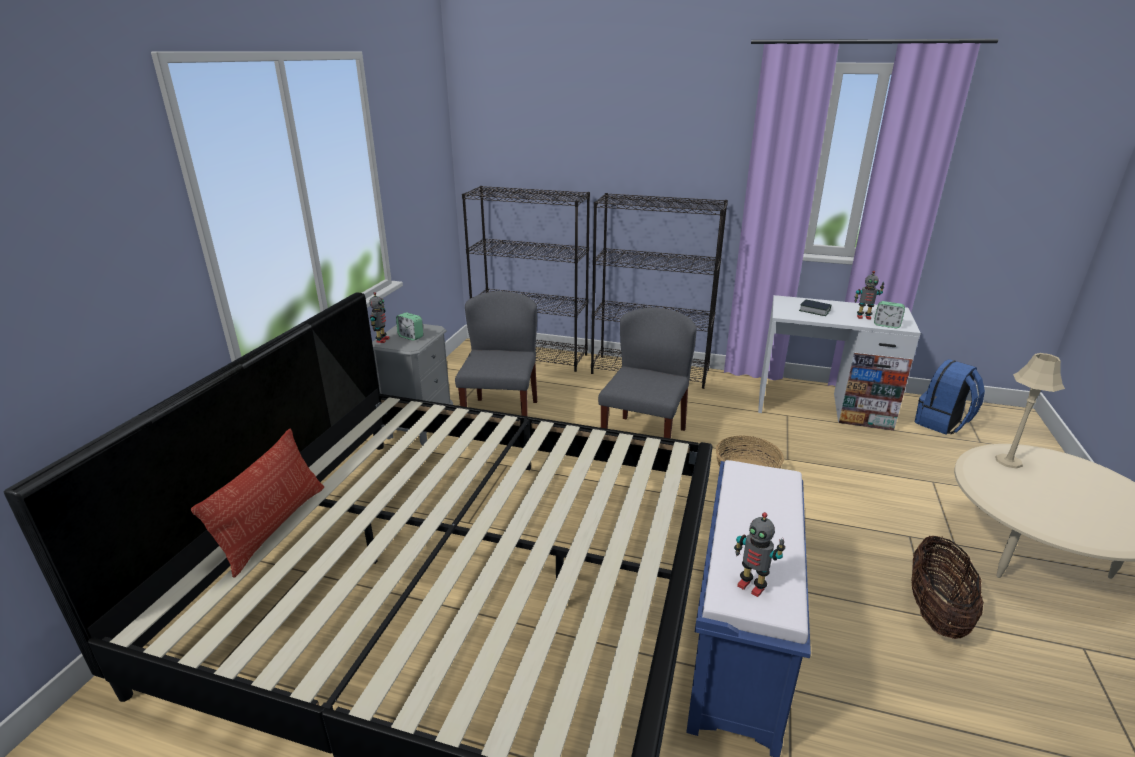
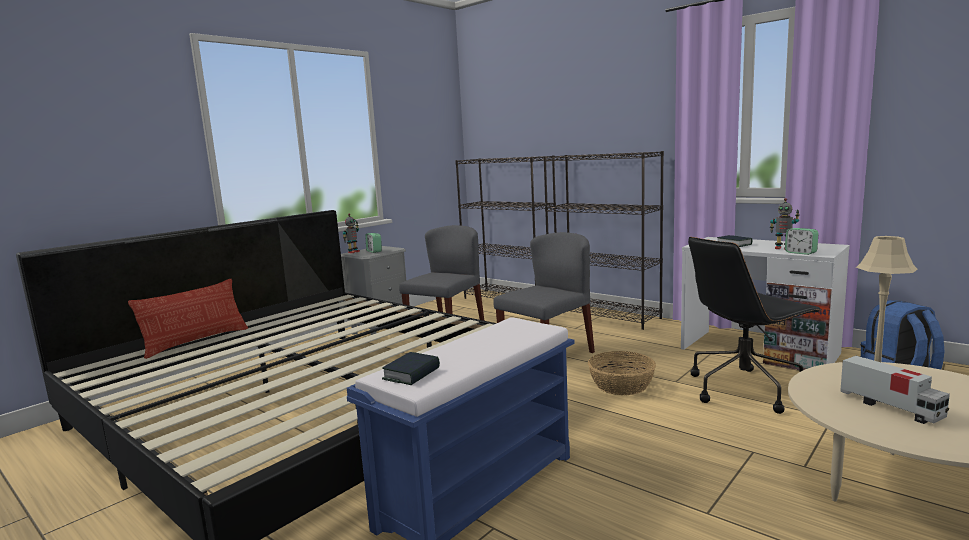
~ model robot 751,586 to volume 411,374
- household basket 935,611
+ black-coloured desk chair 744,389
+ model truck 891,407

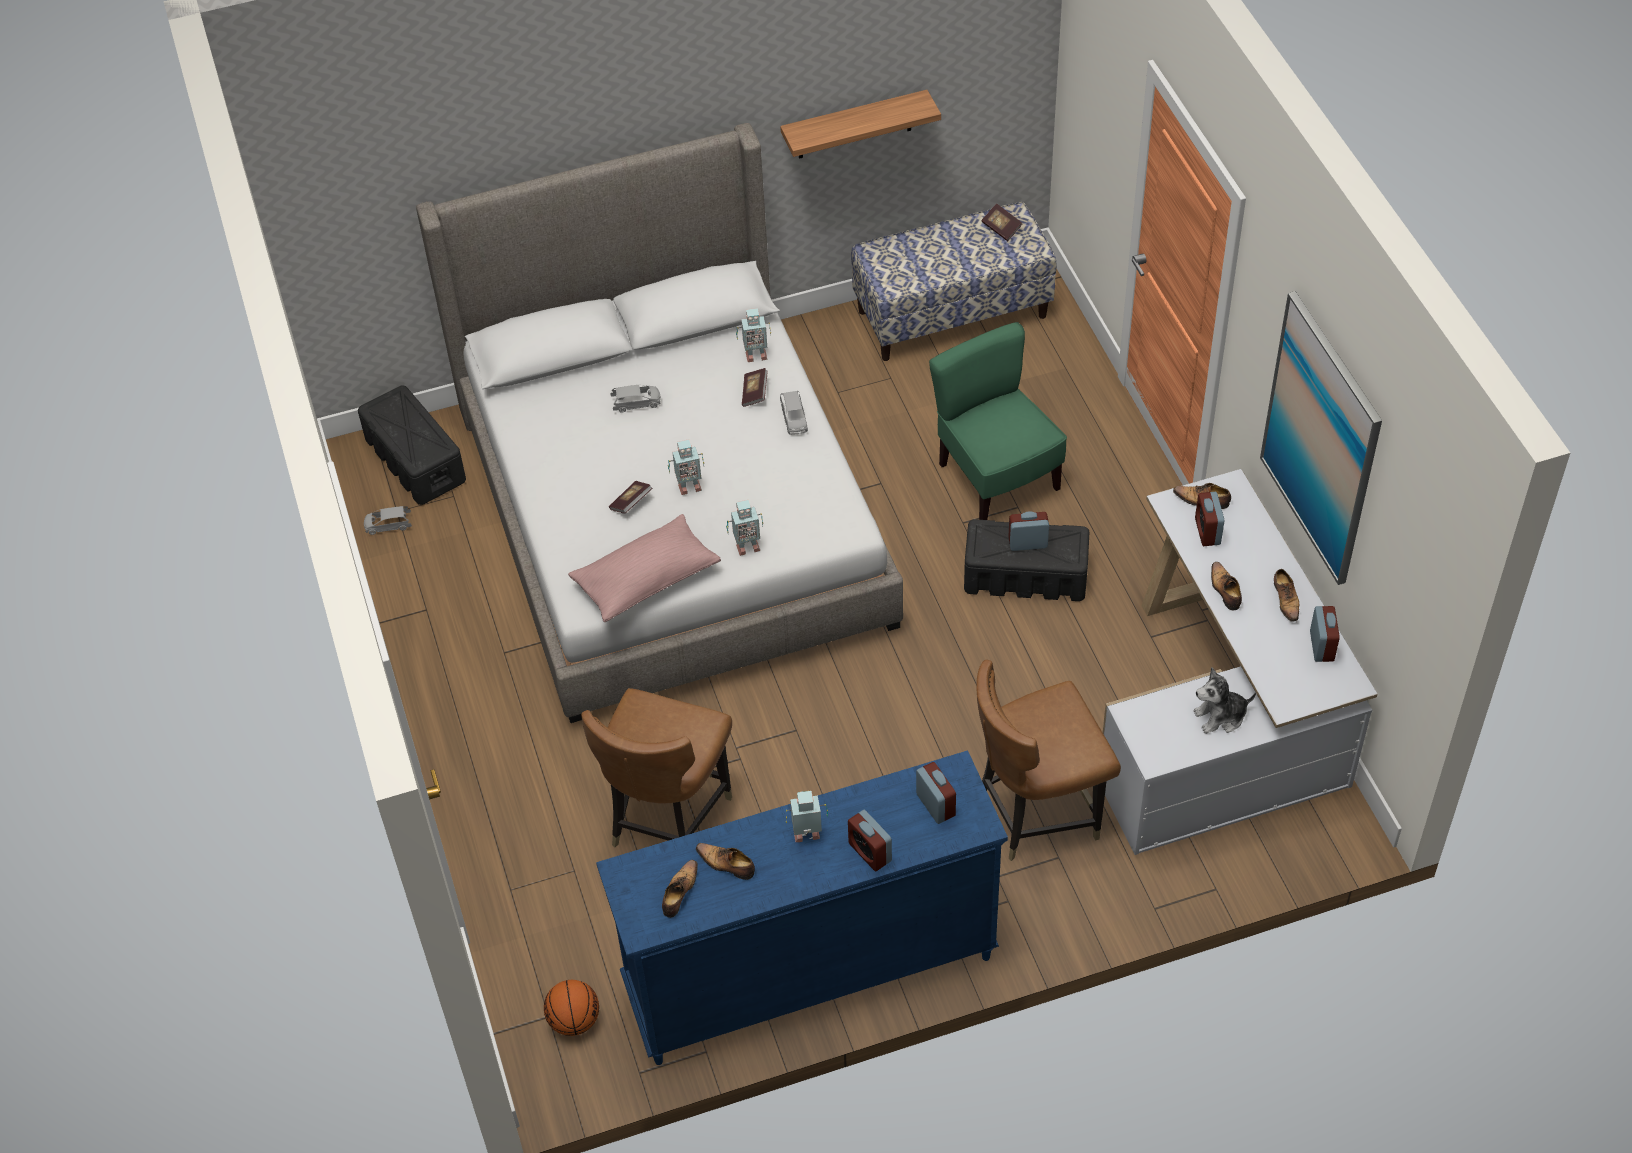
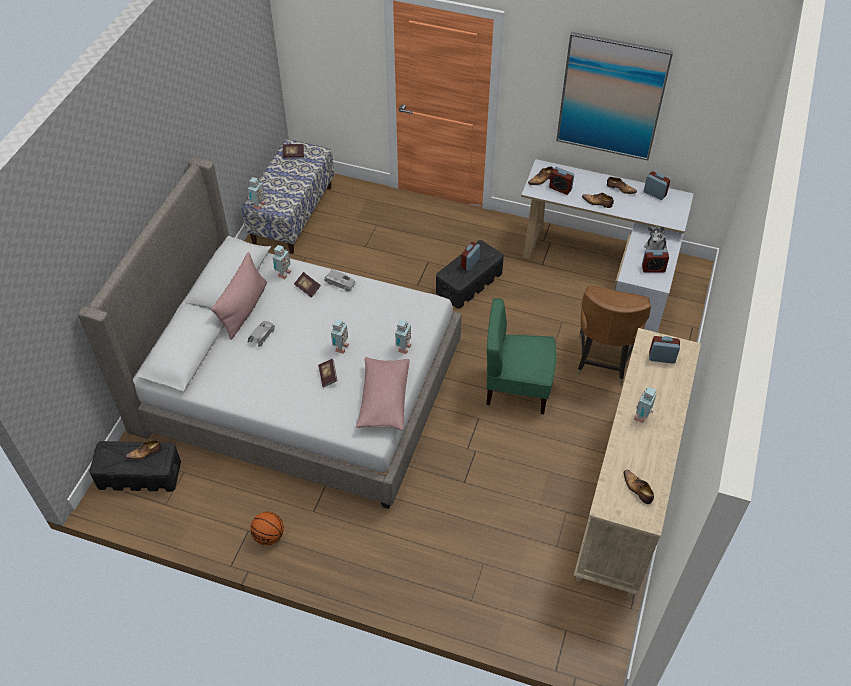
- grey model car 388,525
~ ball for basketball 574,1020 to 269,536
- brownish chair 667,818
~ bluish drawer chest 809,973 to beige-coloured drawer chest 625,500
~ item of footwear 726,864 to 145,453
- wall shelf 854,125
~ alarm clock 870,852 to 653,269
~ greenish chair 996,478 to 516,388
+ pink-coloured throw pillow 244,309
+ model robot 258,205

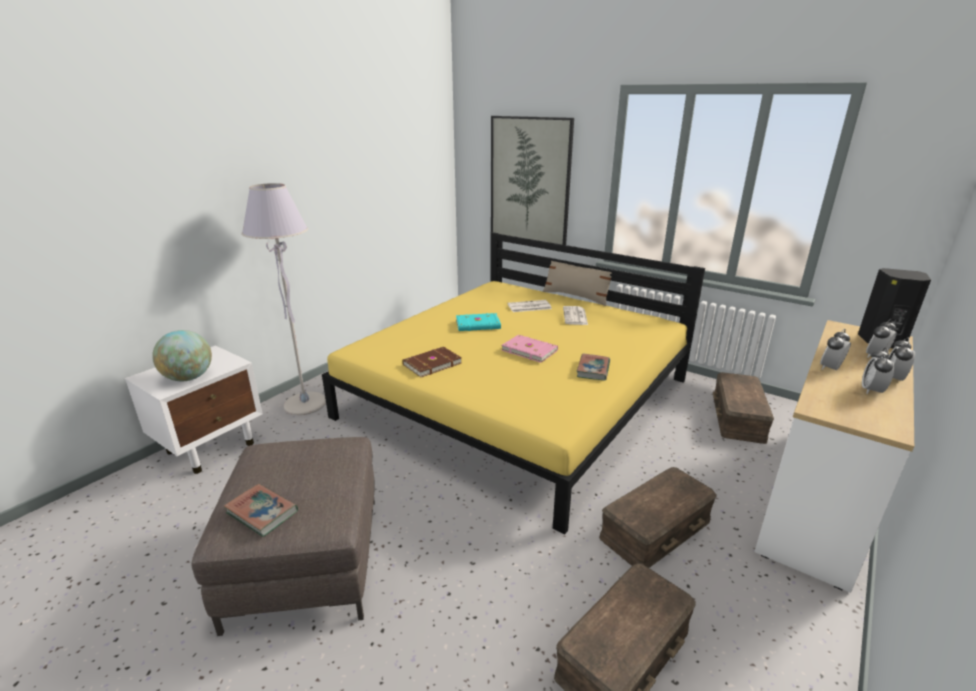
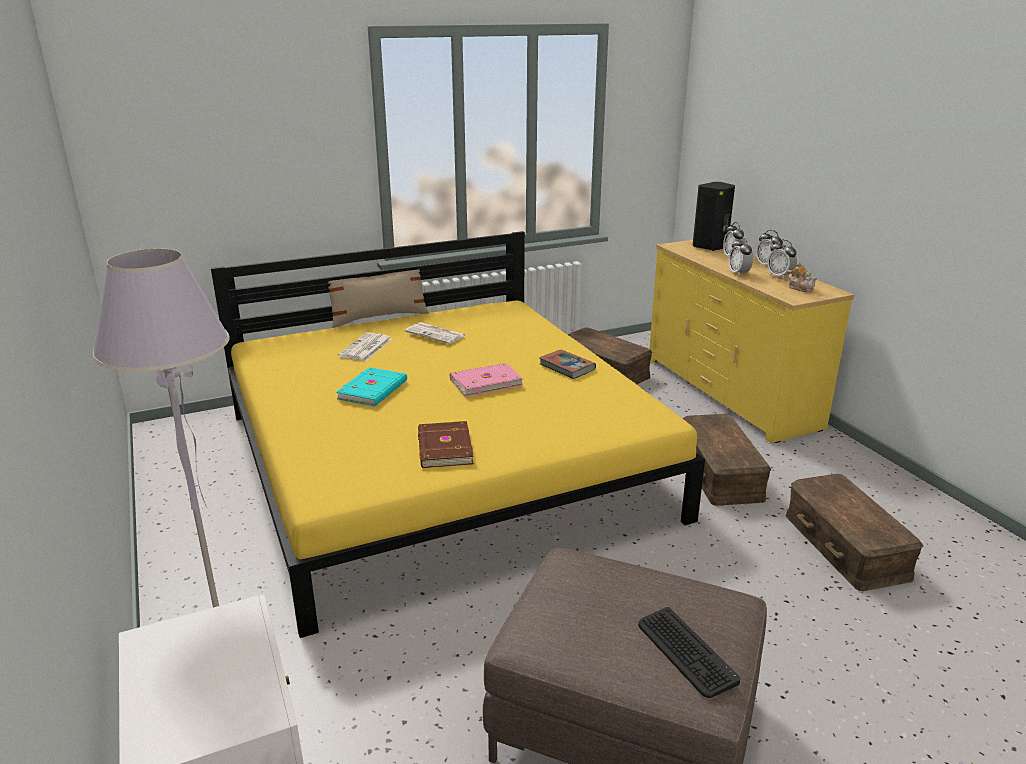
- desk globe 189,378
~ volume 262,512 to PC keyboard 685,652
- picture 529,181
~ whitish drawer chest 817,499 to yellow-coloured drawer chest 730,392
+ tea pot 800,288

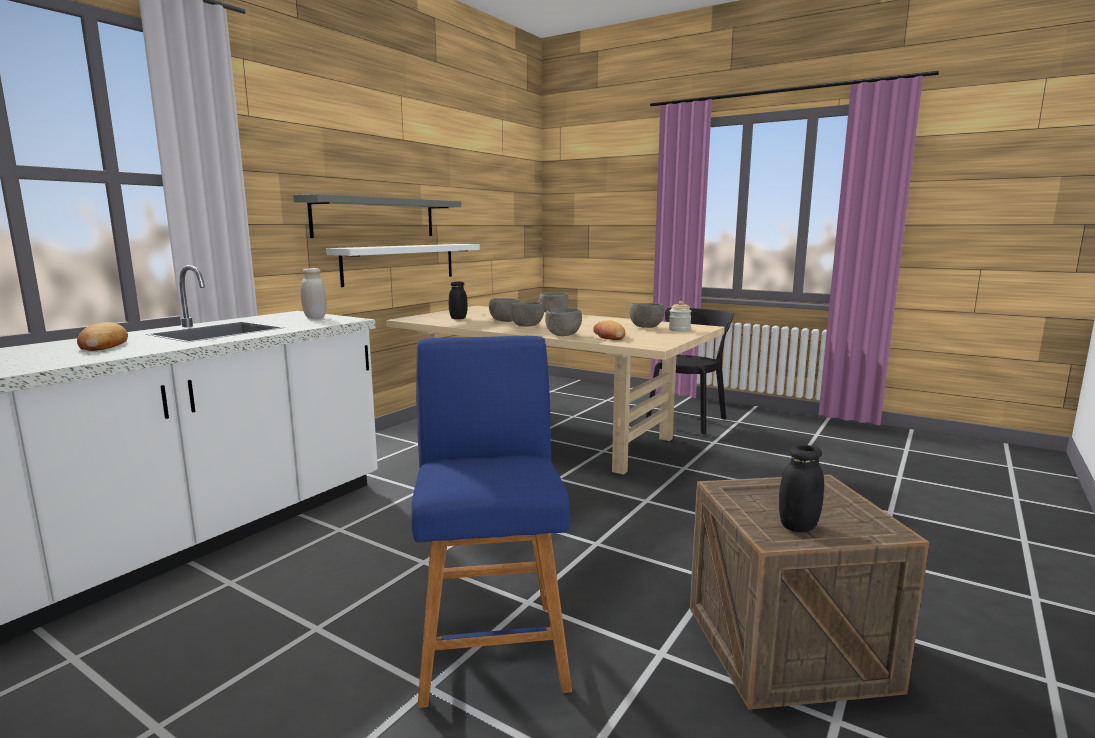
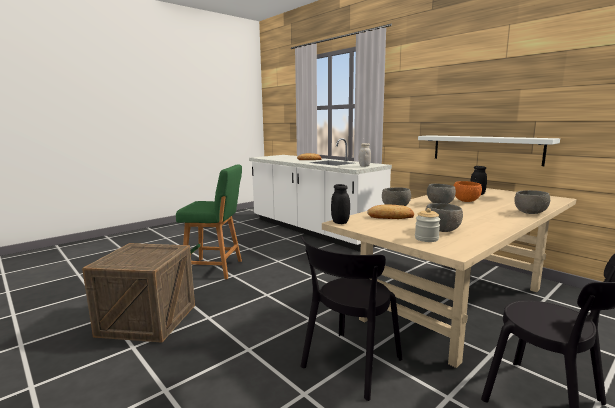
- grey wall shelf 375,218
~ bluish stool seat 491,644 to greenish stool seat 216,268
~ grey deep dish 505,321 to orange-coloured deep dish 466,201
~ black-coloured storage jar 798,526 to 340,222
+ black-coloured chair 349,365

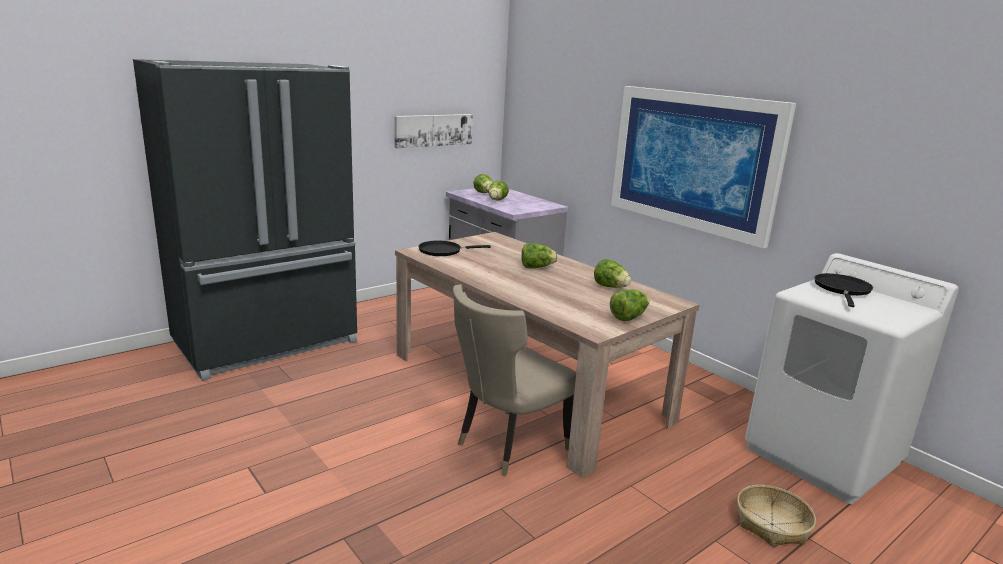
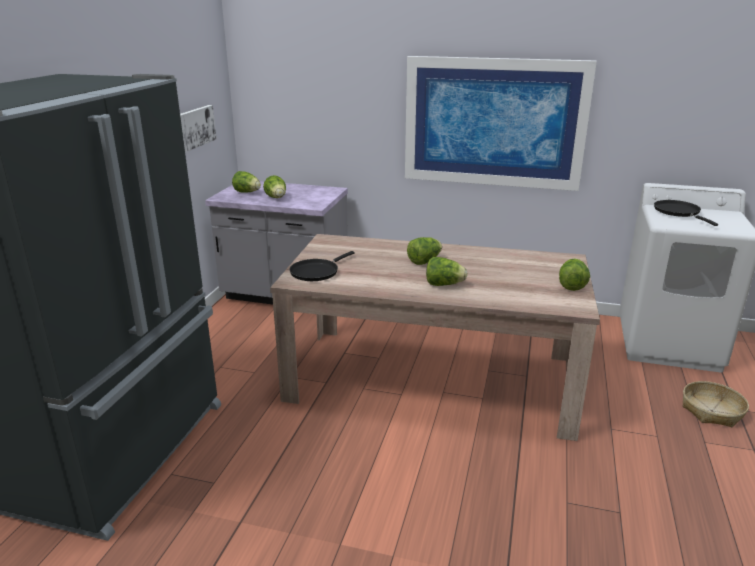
- beige-coloured chair 507,445
~ head of lettuce 611,287 to 444,284

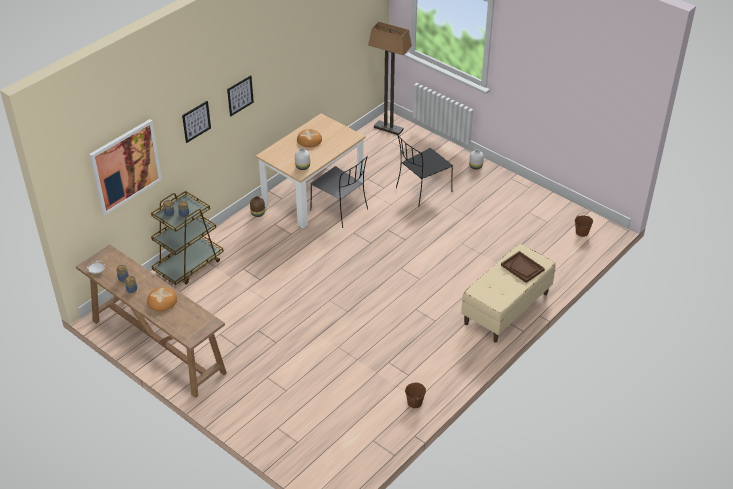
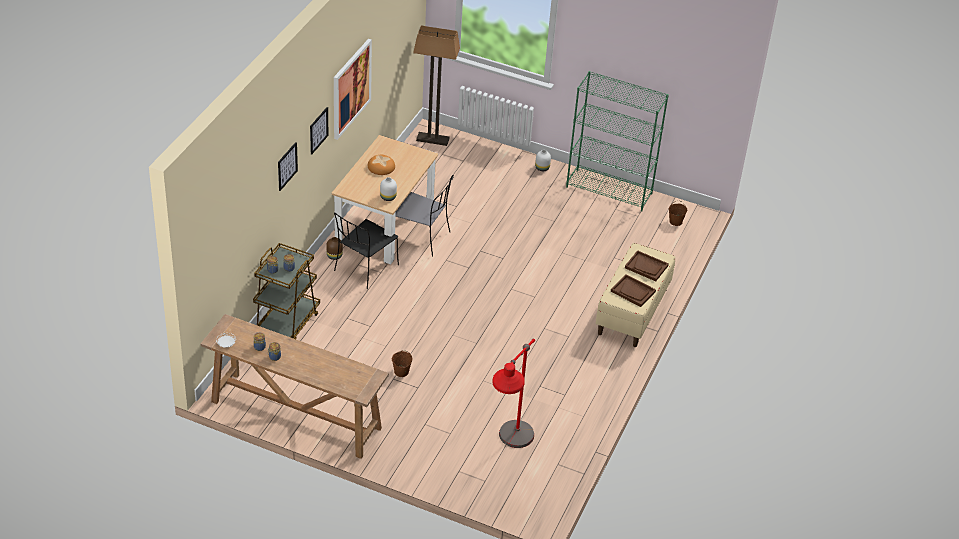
~ picture 125,166 to 351,88
- bread 162,300
~ black-coloured chair 422,190 to 365,268
~ brownish bucket 414,402 to 401,372
+ red-coloured standard lamp 509,452
+ greenish bookshelf 609,190
+ brownish tray 633,291

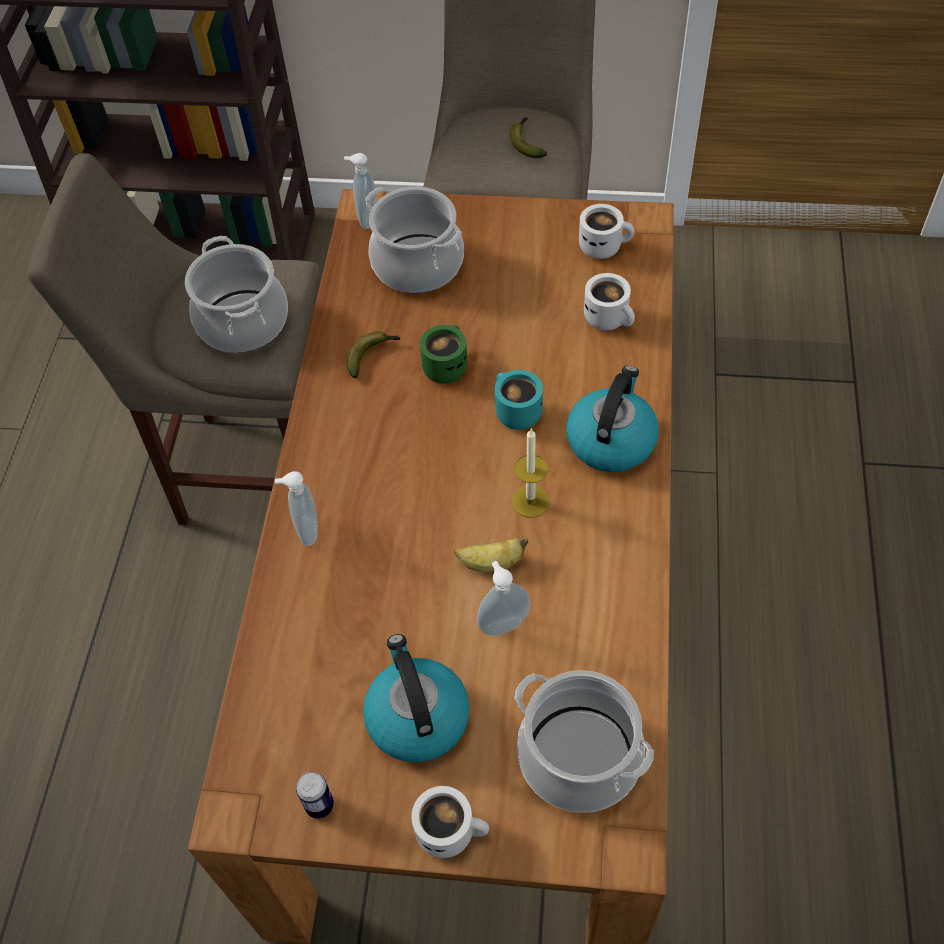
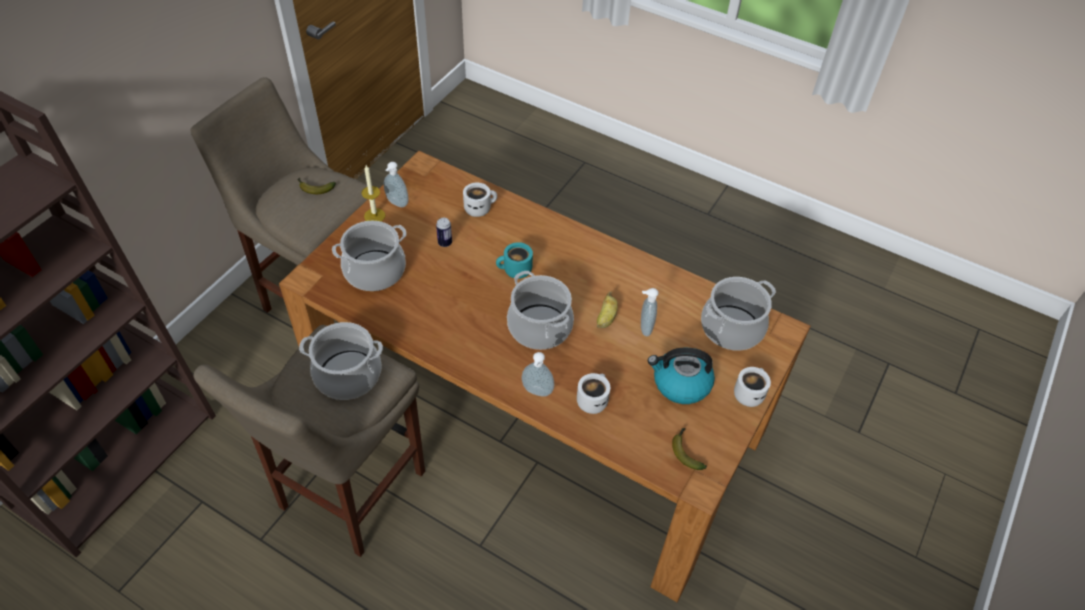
~ can 319,805 to 445,243
~ soap dispenser 366,219 to 396,204
~ banana 372,355 to 686,451
- greenish coffee mug 445,365
~ wax candle 530,501 to 374,216
- tea kettle 611,440
~ whitish coffee mug 603,245 to 592,399
+ saucepot 539,327

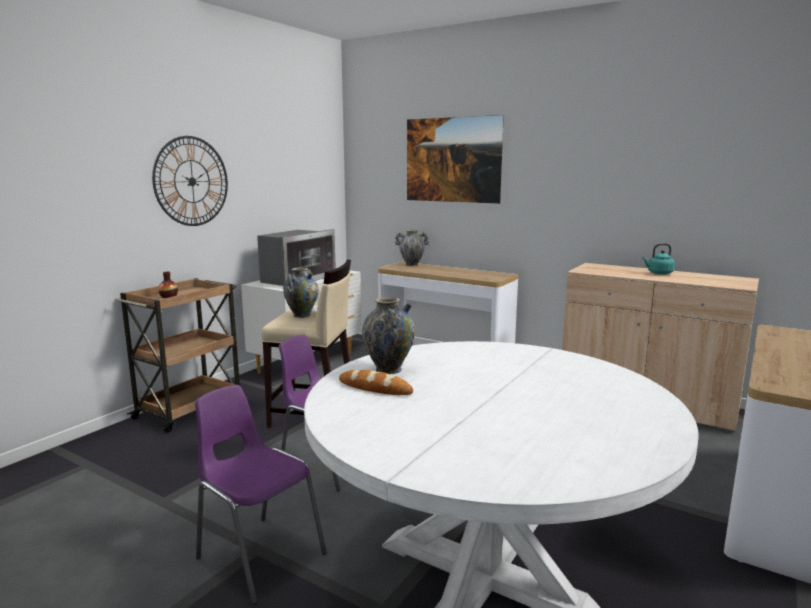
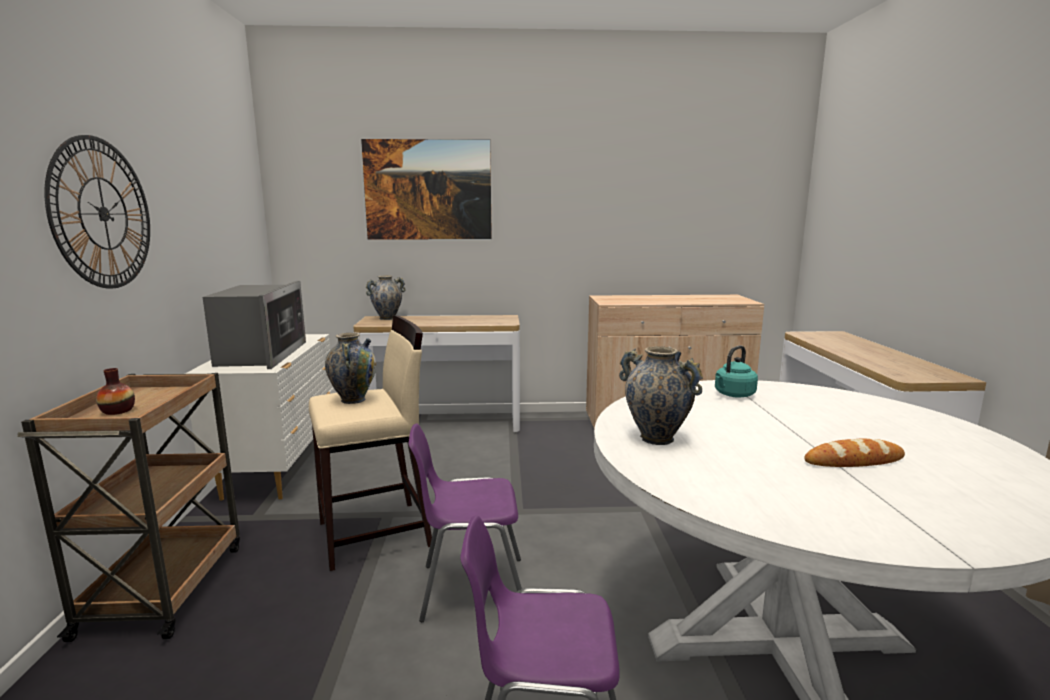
~ bread 375,388 to 854,460
~ turquoise-coloured tea kettle 658,273 to 733,395

